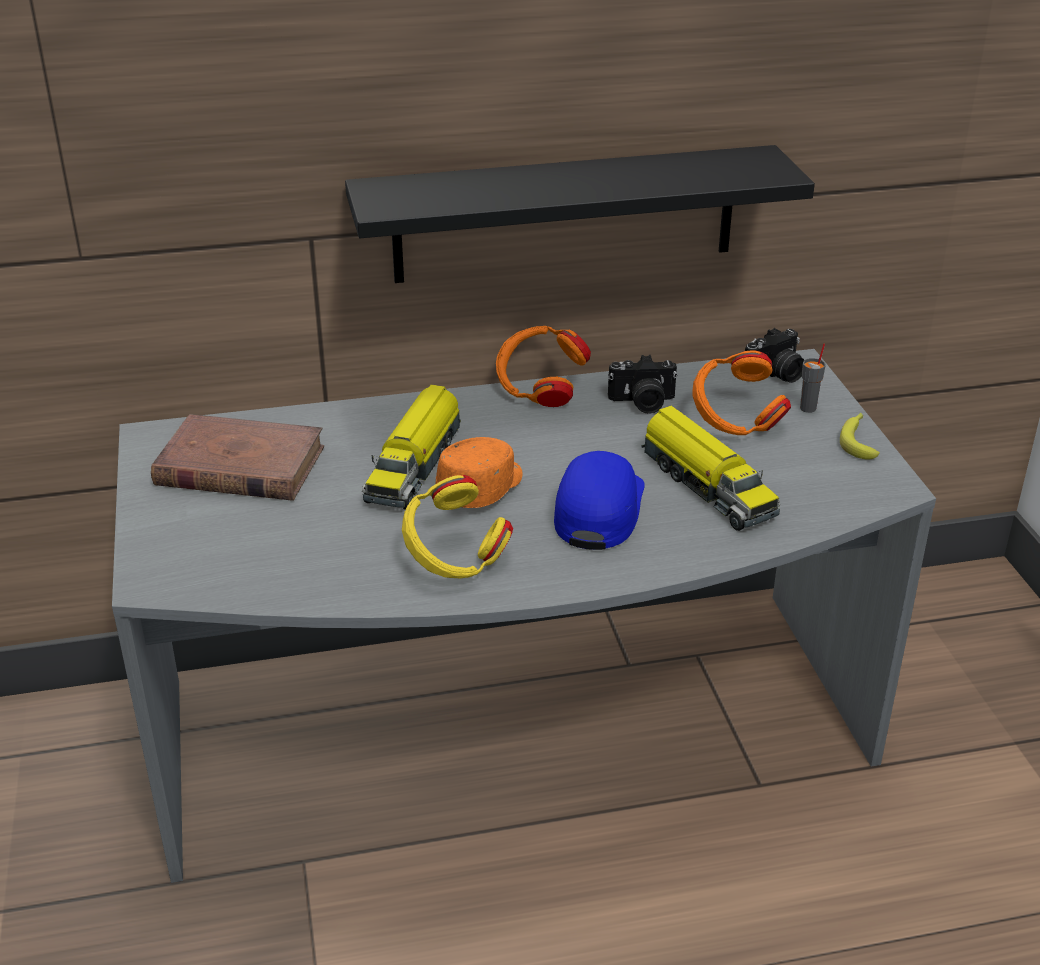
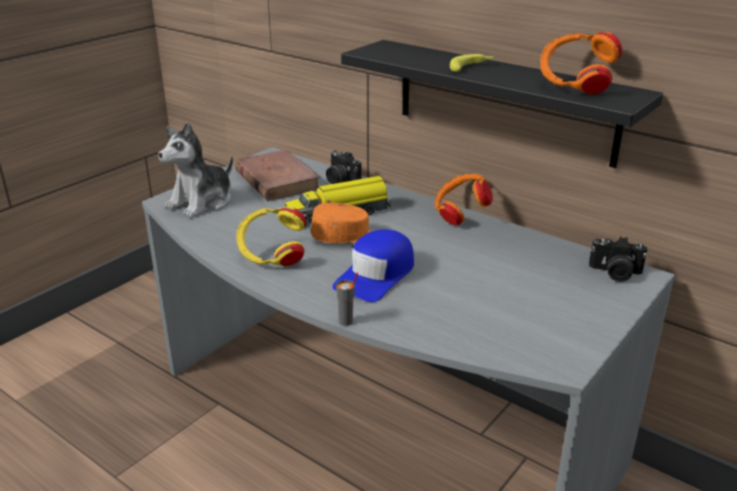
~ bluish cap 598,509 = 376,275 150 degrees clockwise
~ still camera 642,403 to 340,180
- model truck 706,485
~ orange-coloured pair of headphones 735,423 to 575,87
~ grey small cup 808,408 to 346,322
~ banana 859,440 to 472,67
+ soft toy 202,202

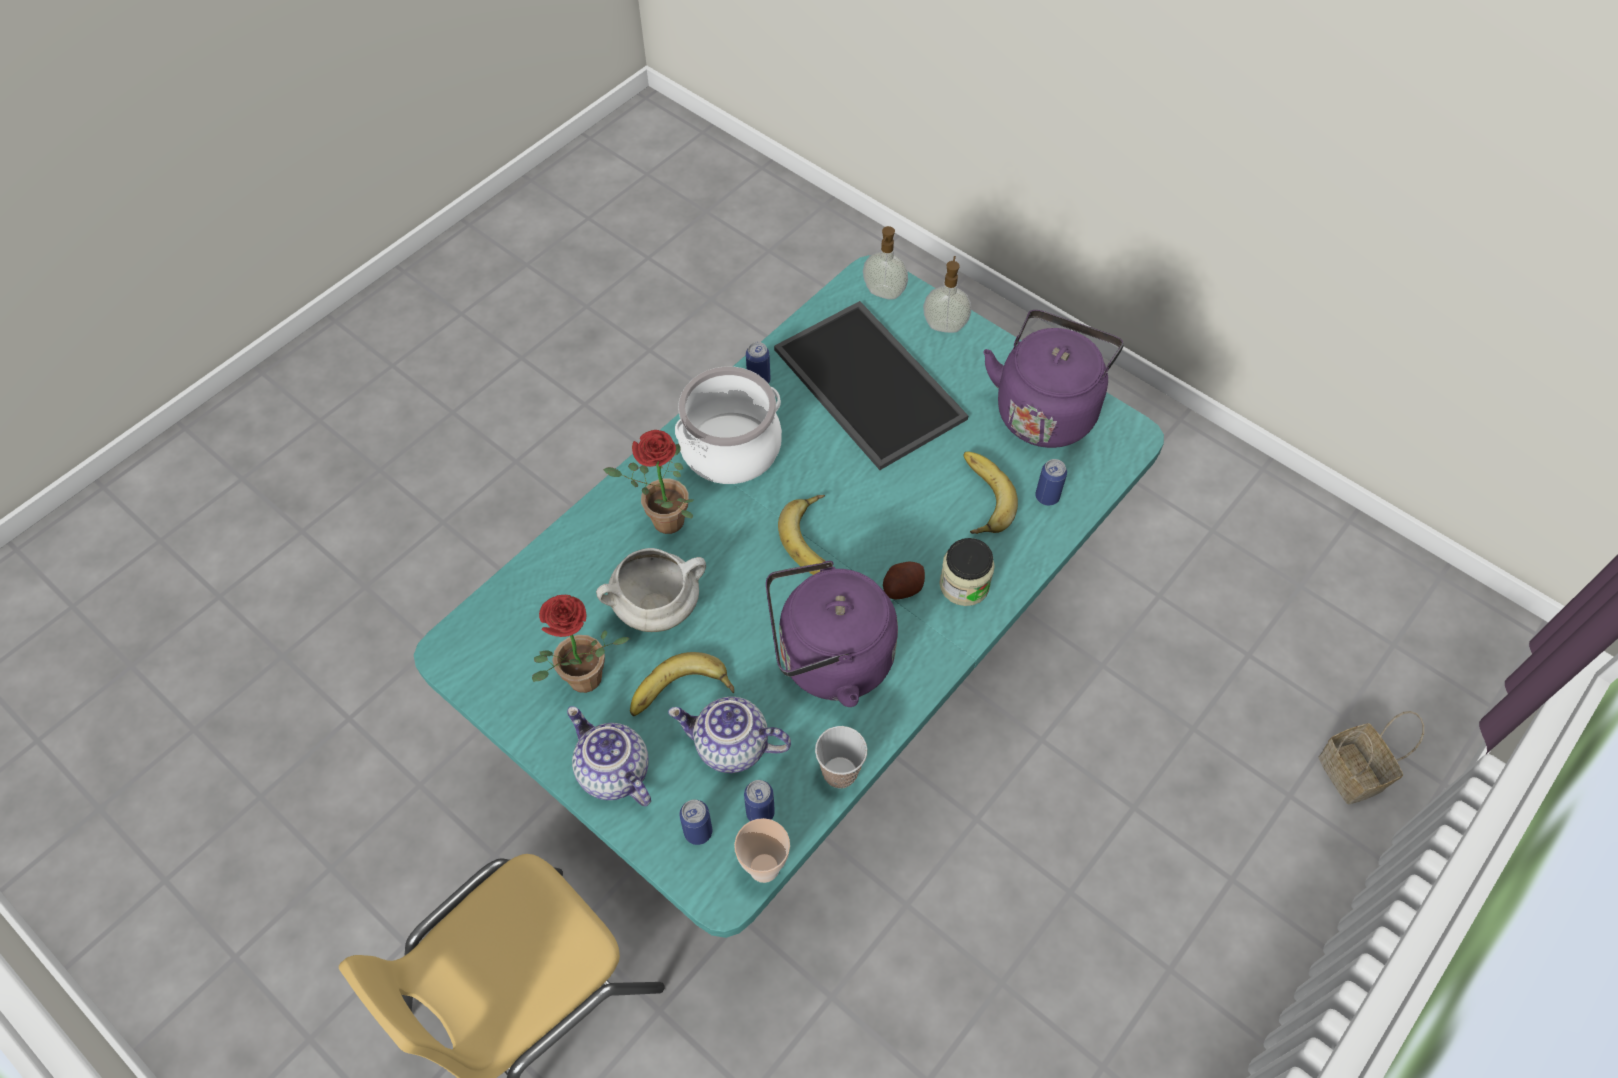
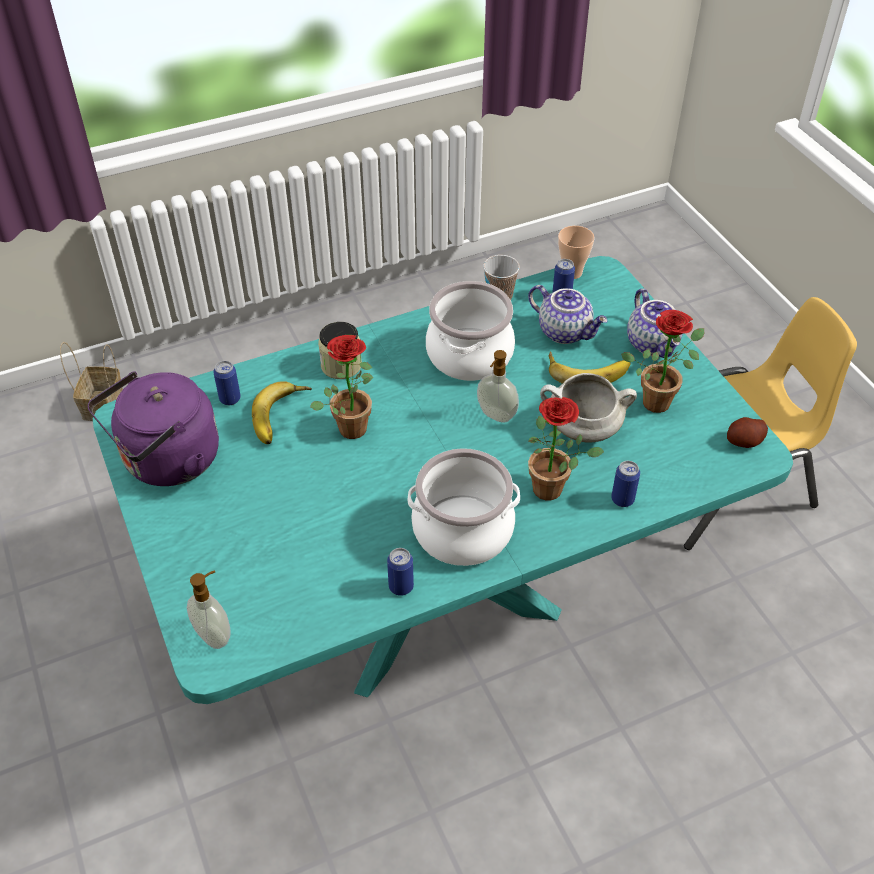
~ can 698,832 to 622,499
~ purplish tea kettle 828,660 to saucepot 470,355
- tray 872,384
- banana 816,540
~ spud 902,587 to 744,441
~ soap dispenser 945,325 to 495,415
+ potted plant 351,424

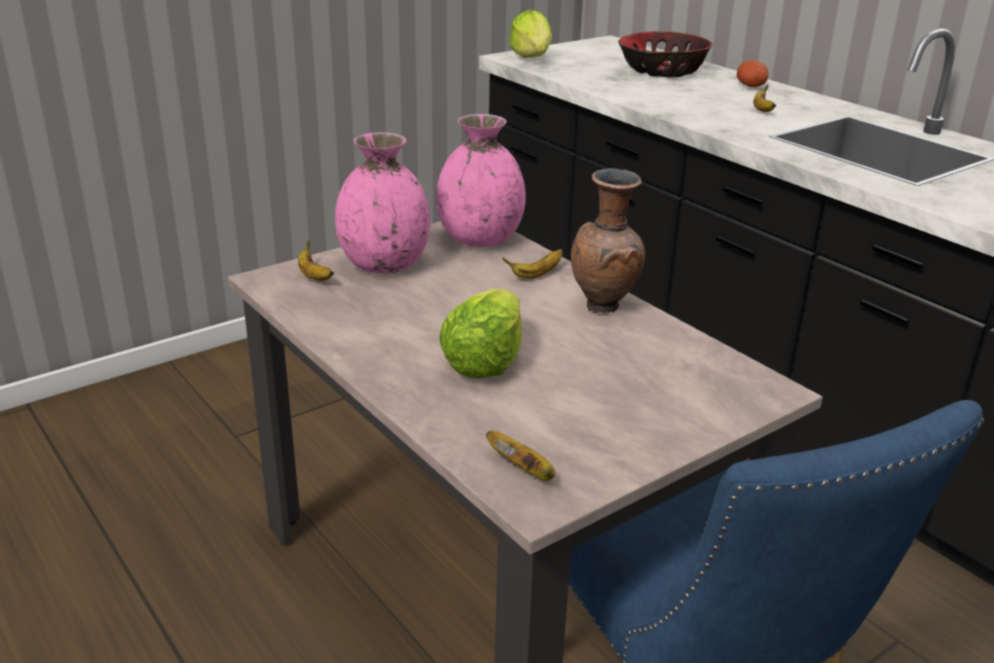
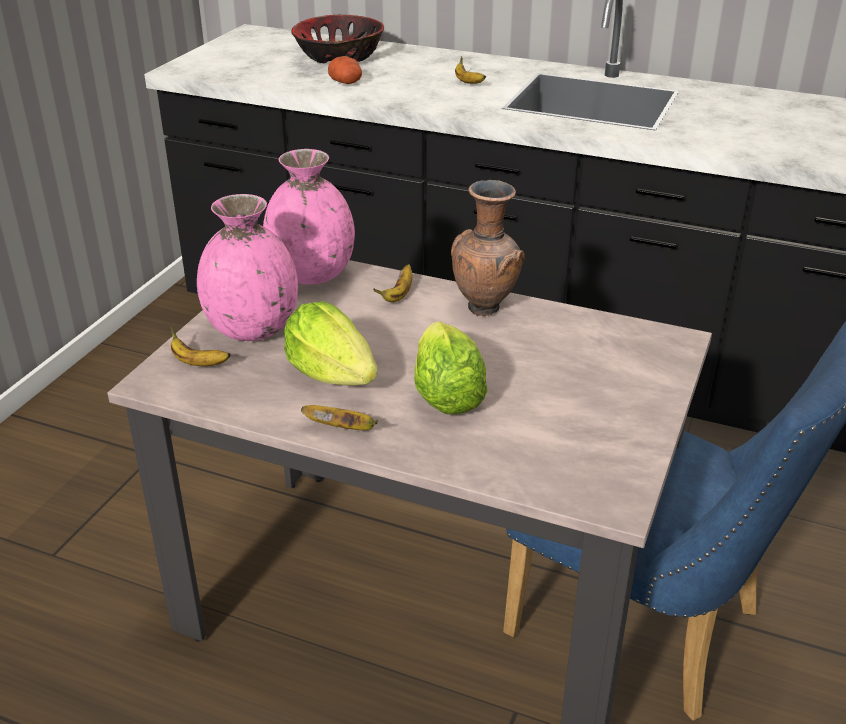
~ banana 524,470 to 342,428
~ head of lettuce 532,58 to 332,374
~ spud 751,86 to 346,82

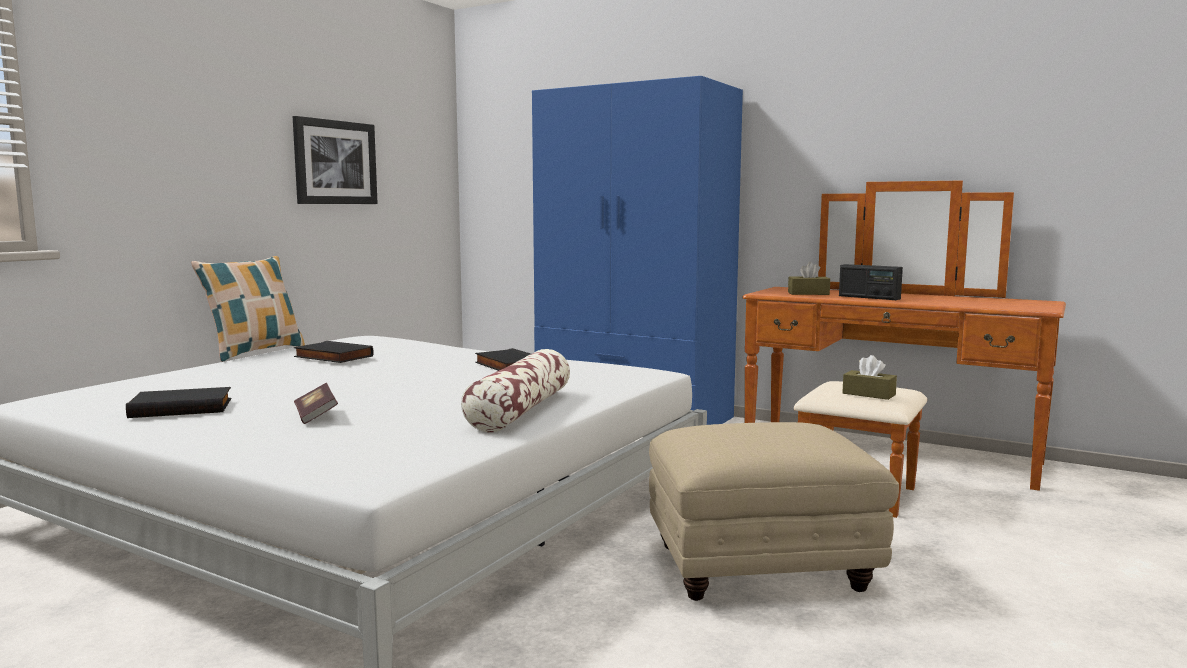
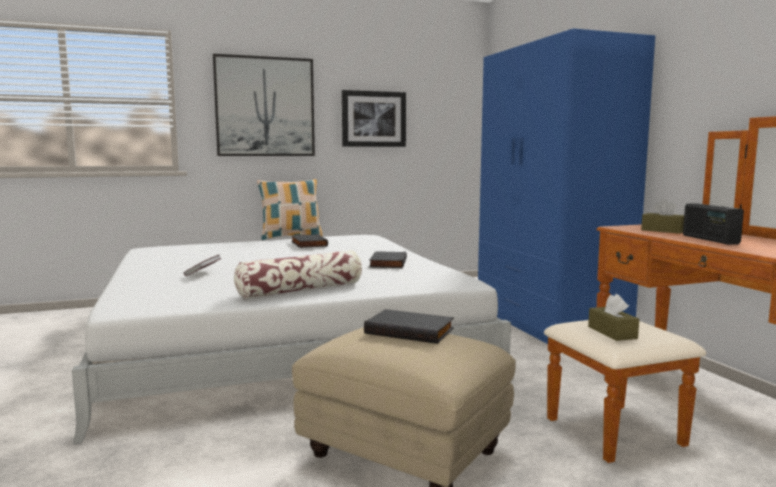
~ black-coloured volume 182,408 to 410,330
+ picture 265,107

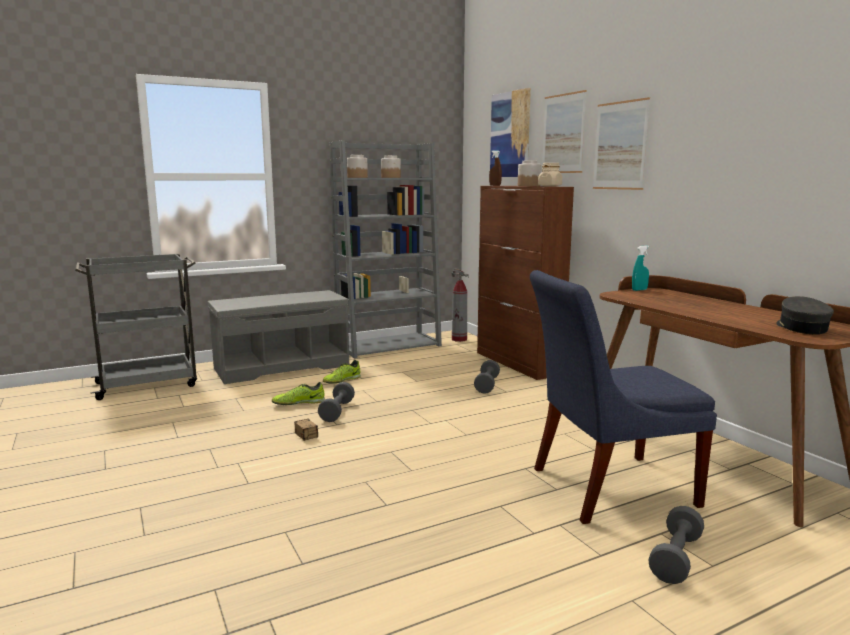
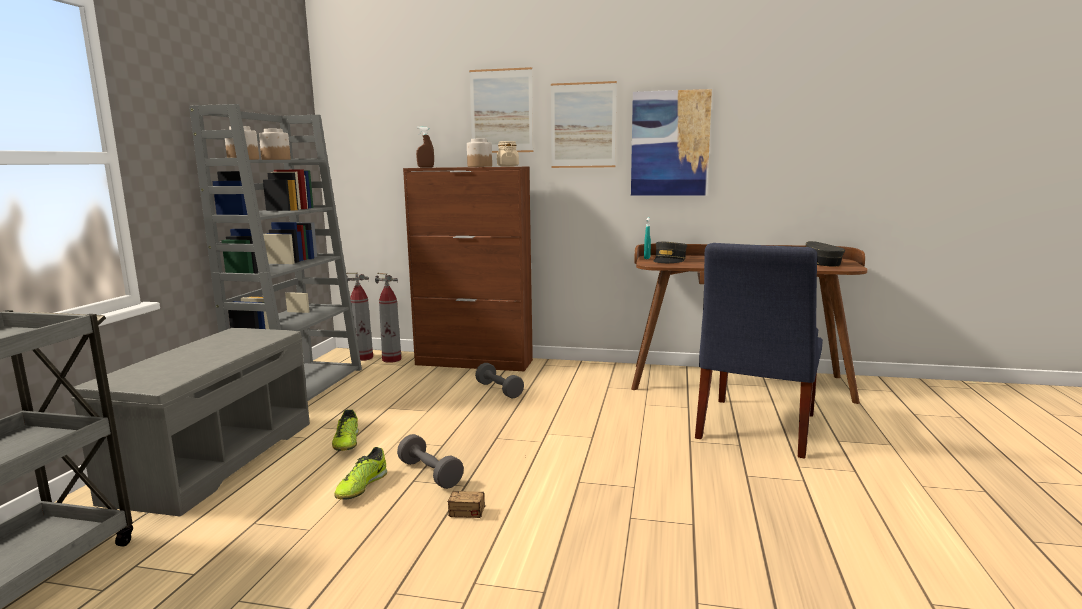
~ picture 510,135 to 670,144
- grey hand weight 675,558
+ fire-fighting cylinder 392,359
+ grey cap 669,260

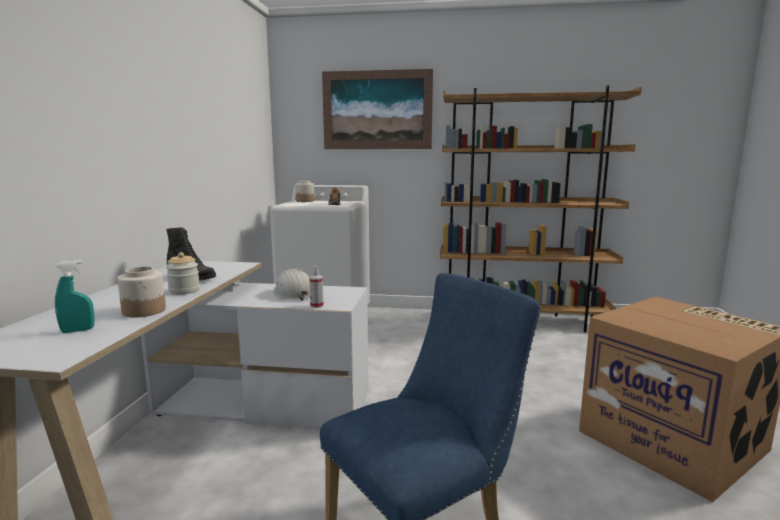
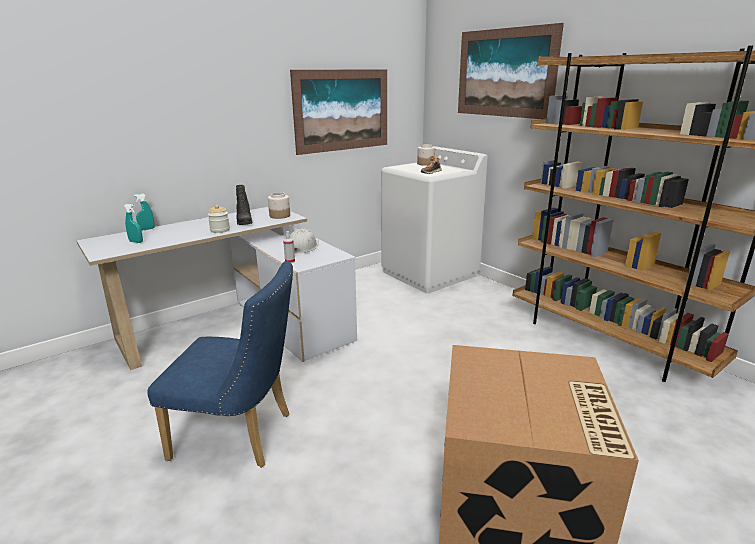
~ storage jar 144,311 to 280,216
+ turquoise-coloured hand sprayer 147,229
+ picture 342,110

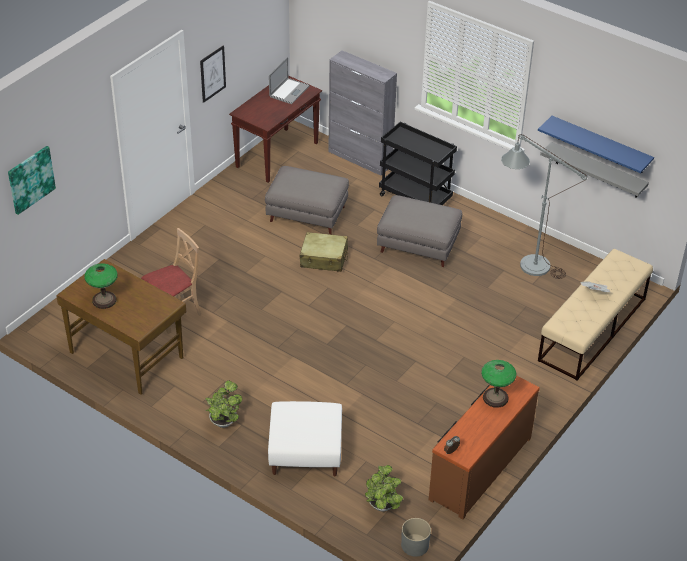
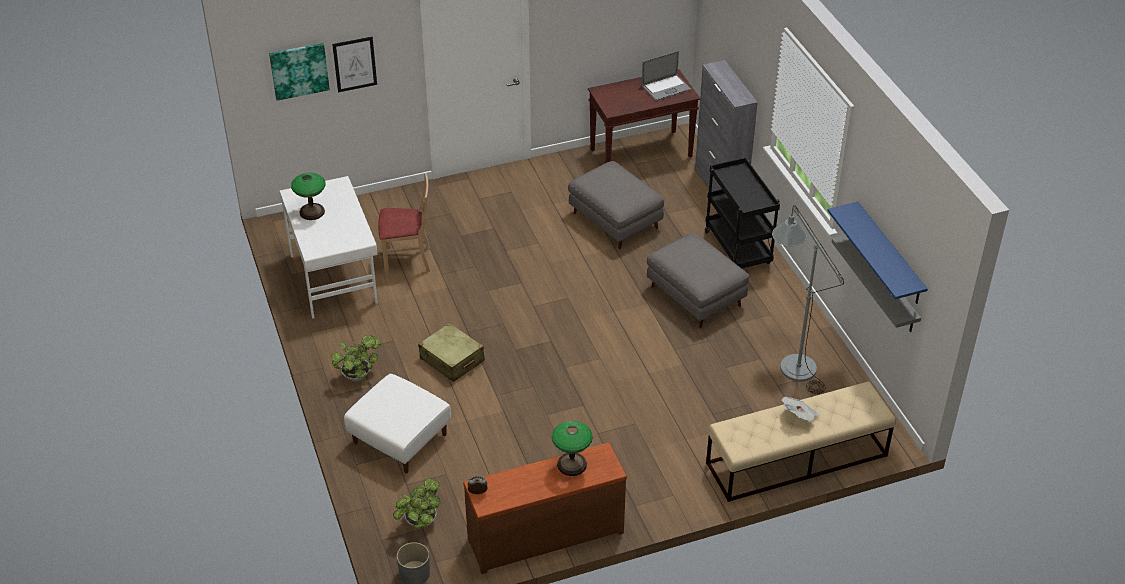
~ brownish desk table 126,354 to whitish desk table 334,277
~ picture 212,74 to 354,64
~ beige-coloured piece of luggage 324,258 to 452,360

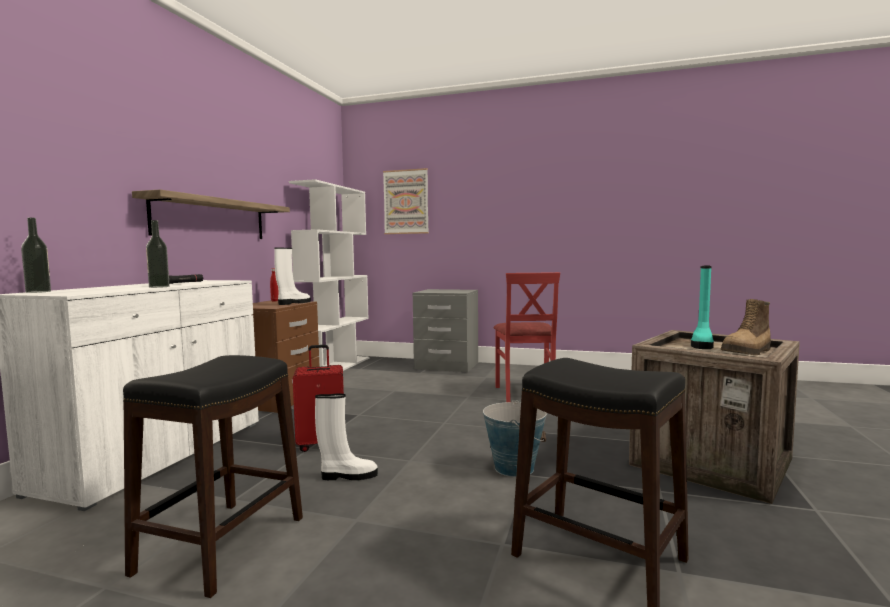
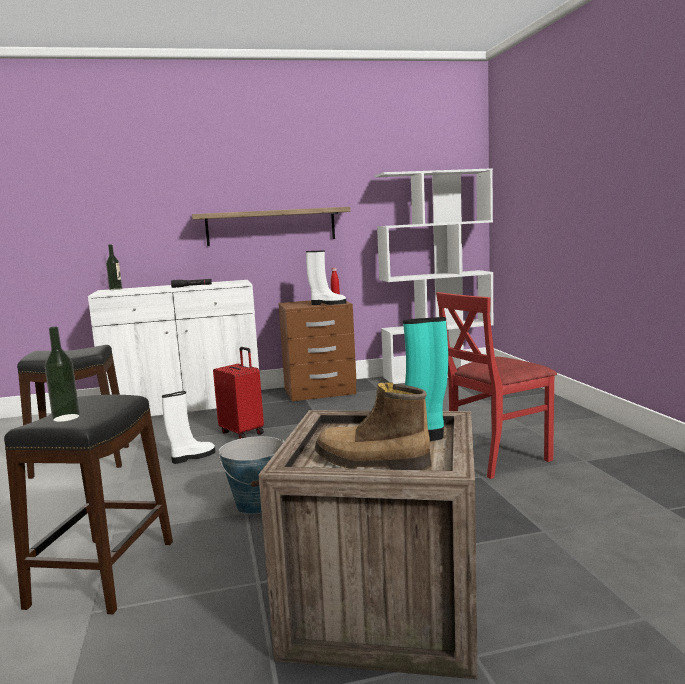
~ drink bottle 159,287 to 66,418
~ whitish boot 347,476 = 192,457 90 degrees counterclockwise
- picture 406,202
- grey night table 446,366

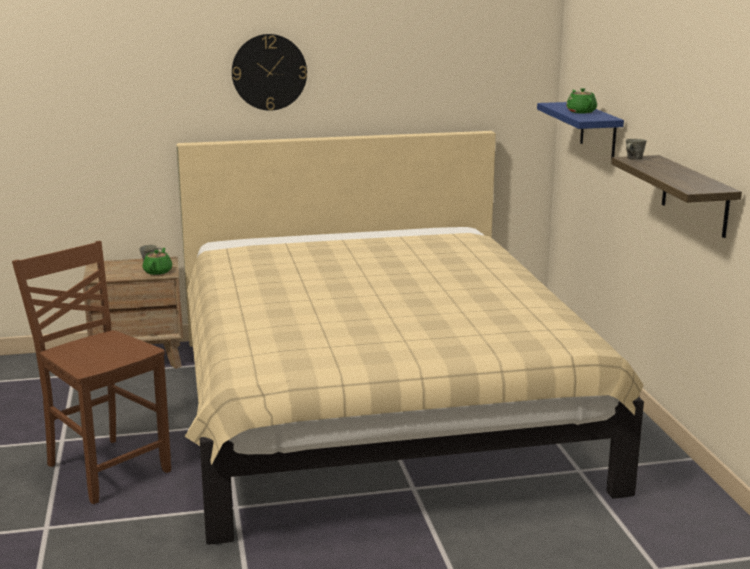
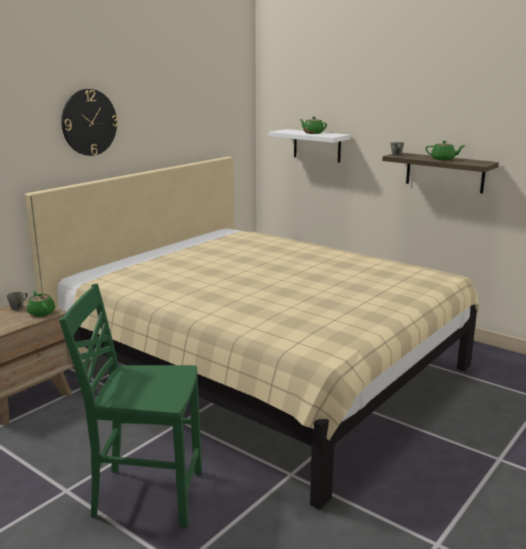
~ brownish chair 106,468 to greenish chair 146,494
~ bluish wall shelf 598,130 to whitish wall shelf 317,145
+ greenish tea pot 443,159

